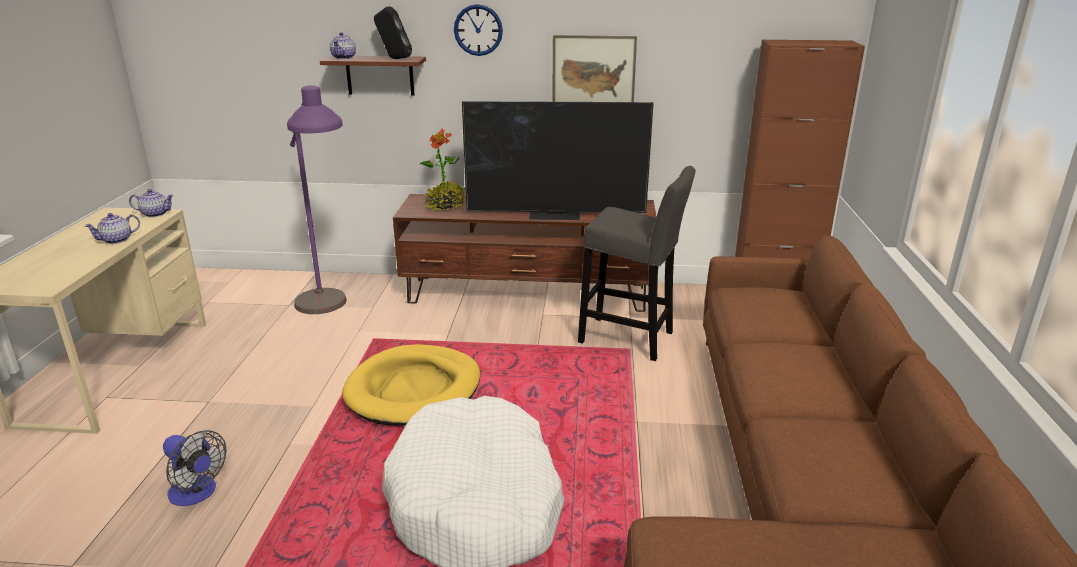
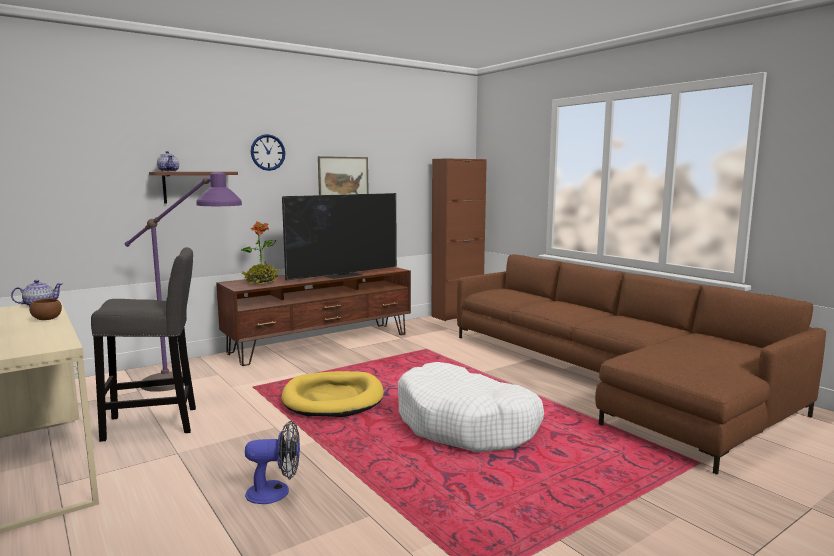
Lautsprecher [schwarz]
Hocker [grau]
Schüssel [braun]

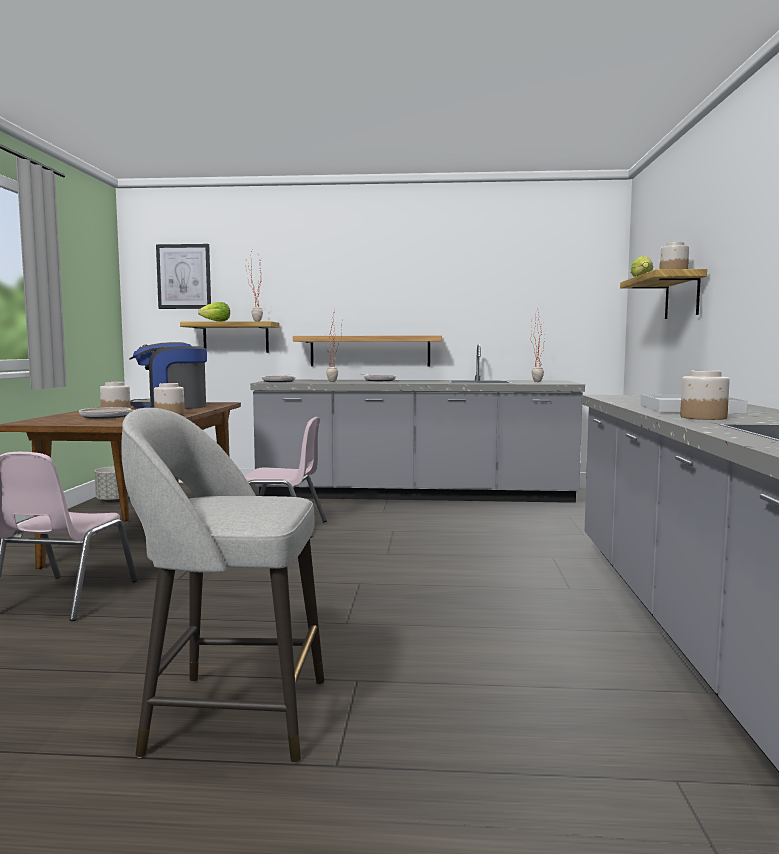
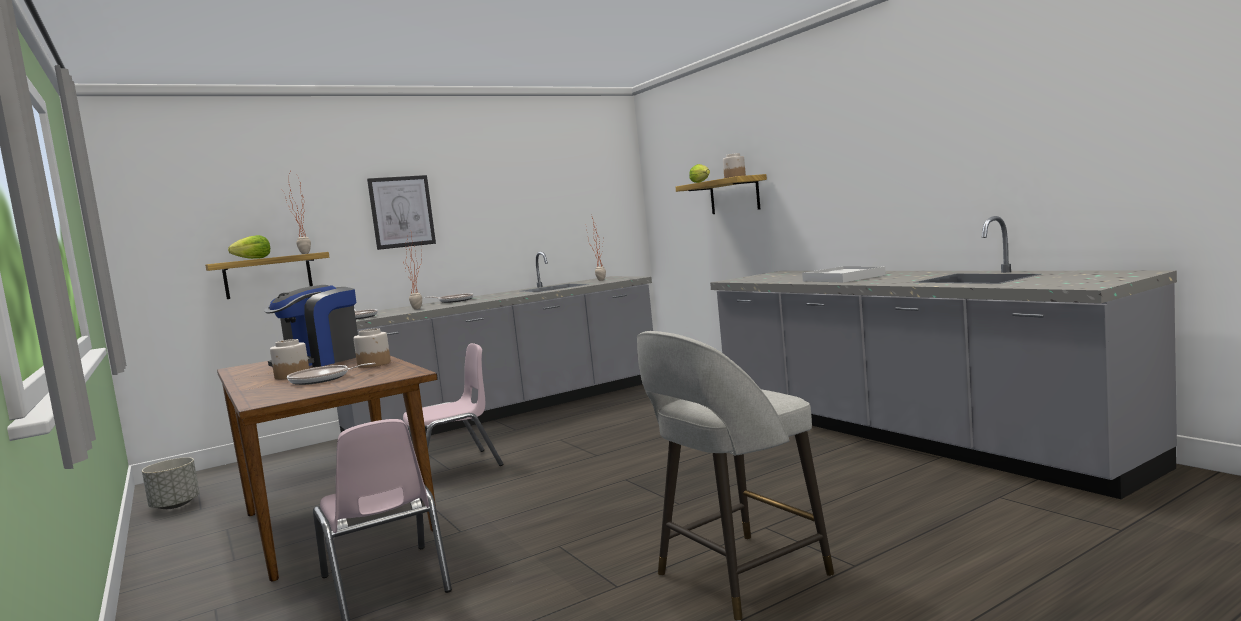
Bild
Wandregal (2nd from left in the first image)
Vorratsglas (4th from left in the first image)

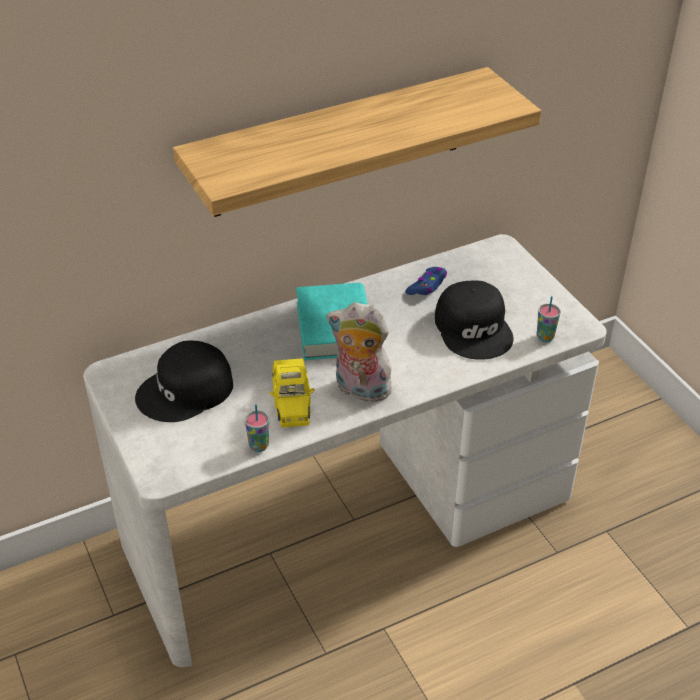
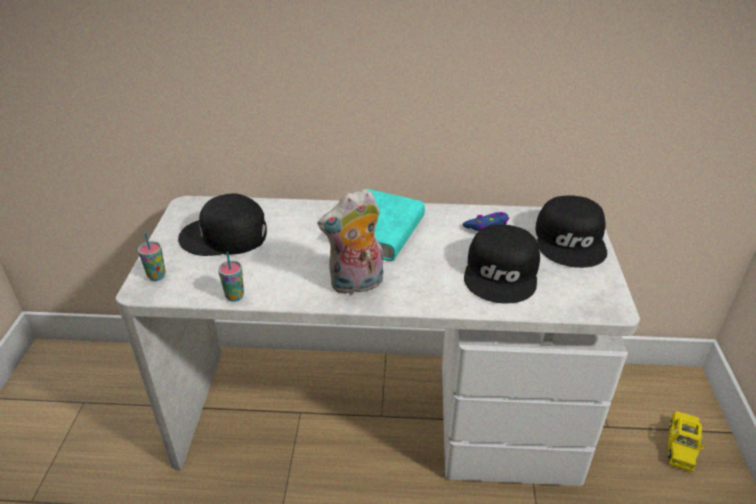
Wandregal
Tasse (1st from left)
Plüschtier
Spielzeugauto [gelb]
Kappe [schwarz] (3rd from left)

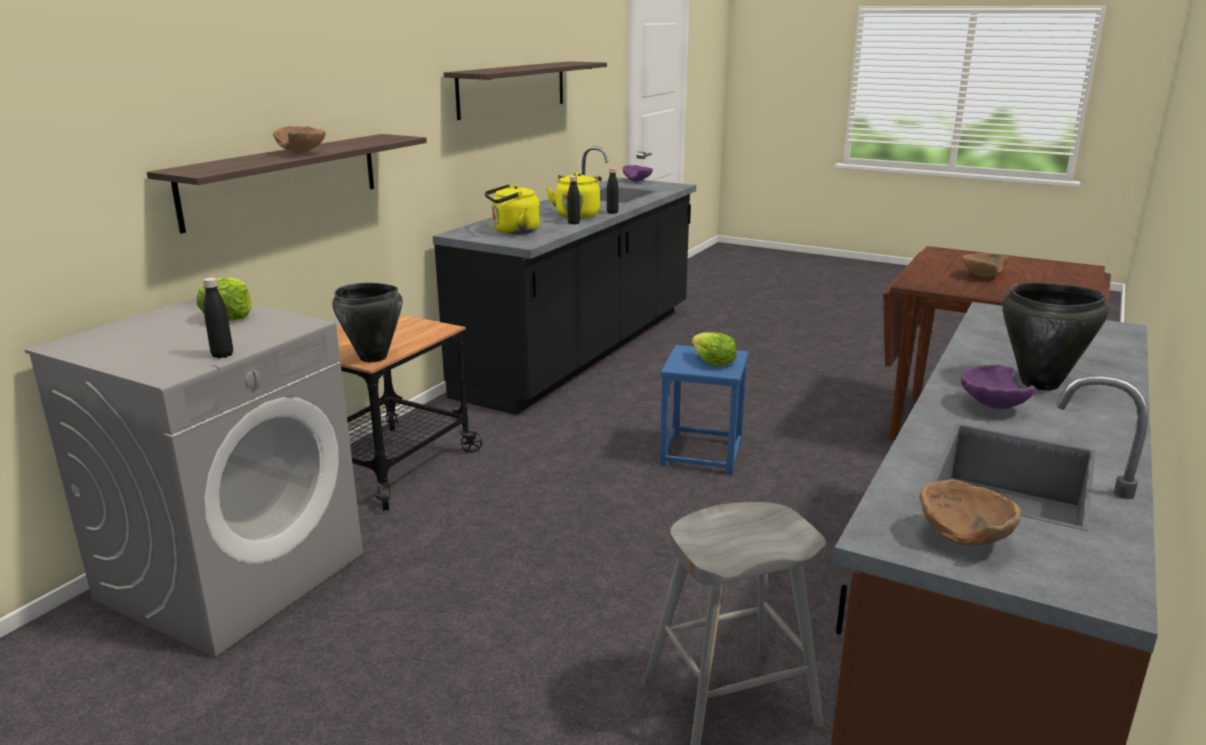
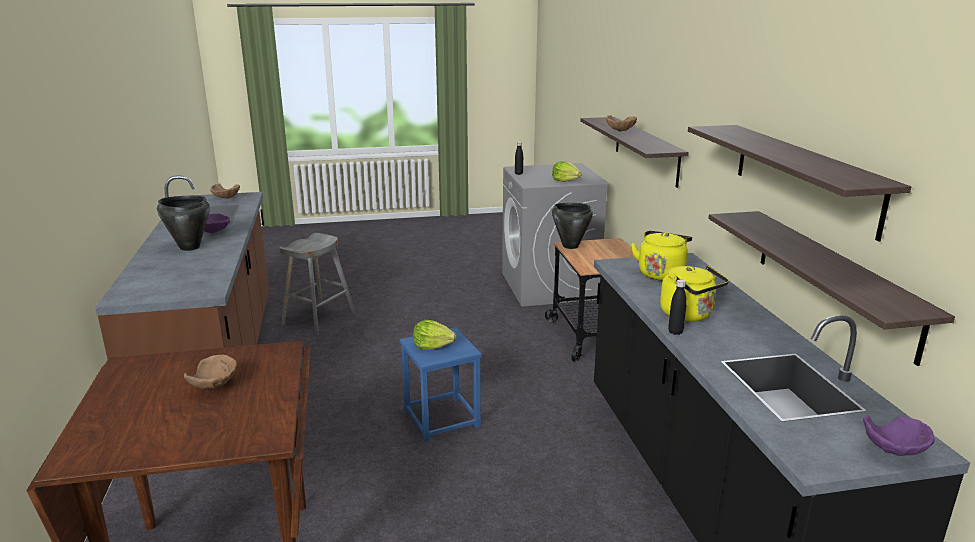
Flasche [schwarz] (2nd from left in the first image)
Wandregal (3rd from left)

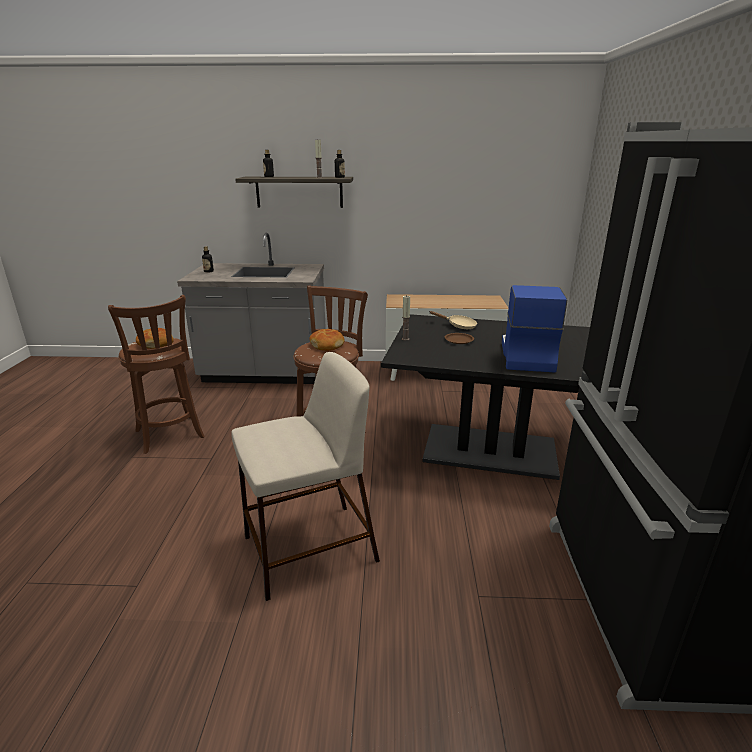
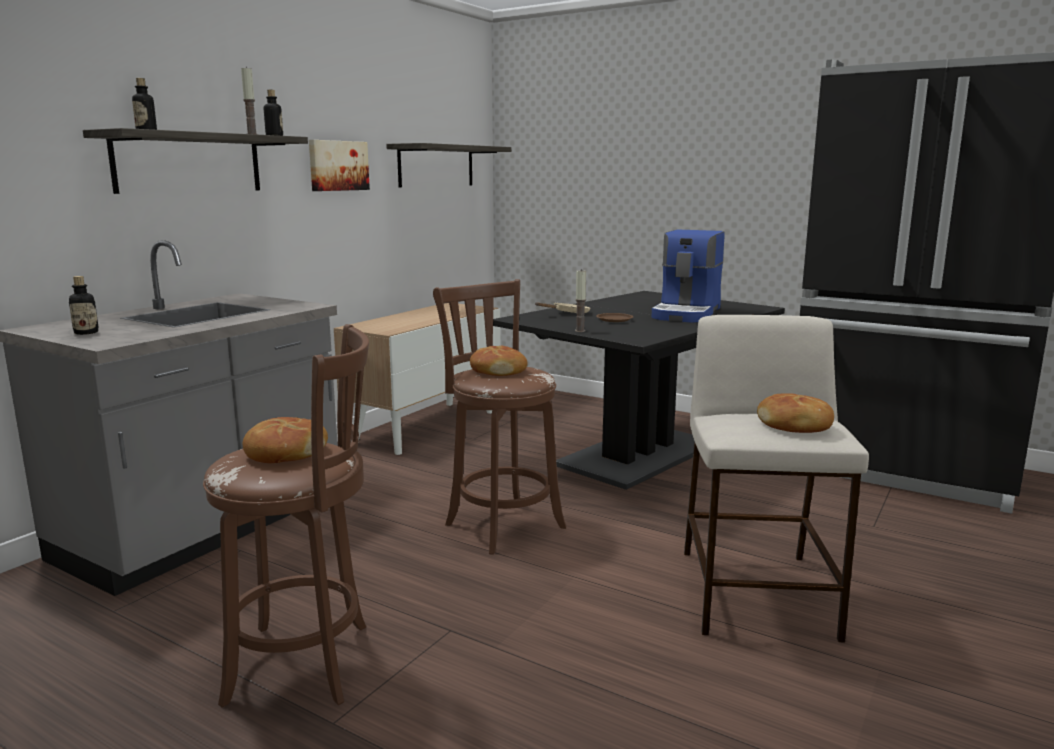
Kaffeemaschine
Bild
Wandregal (2nd from left)
Brot (3rd from left)

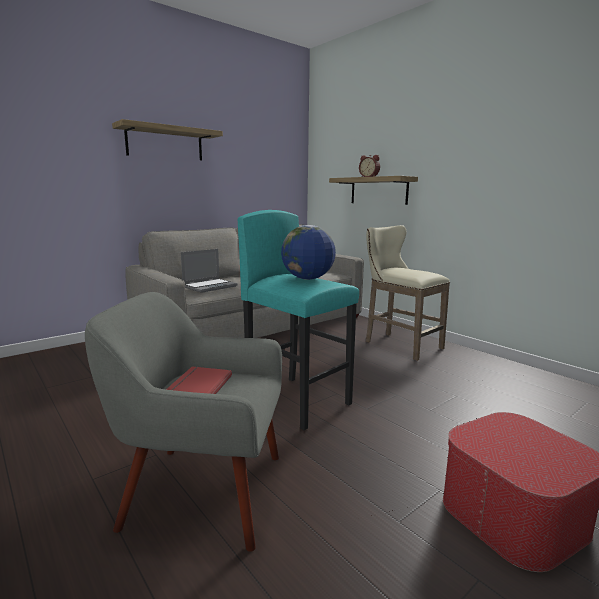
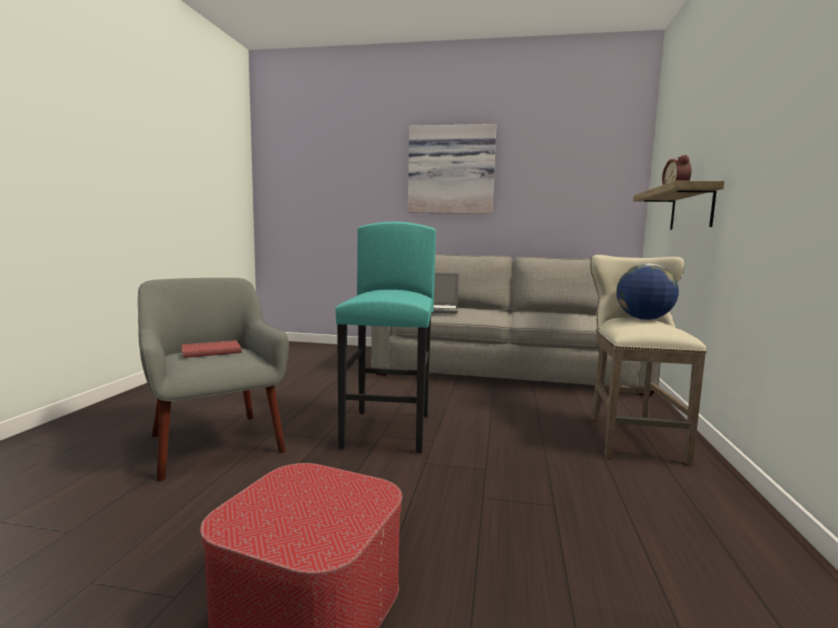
Bild
Globus

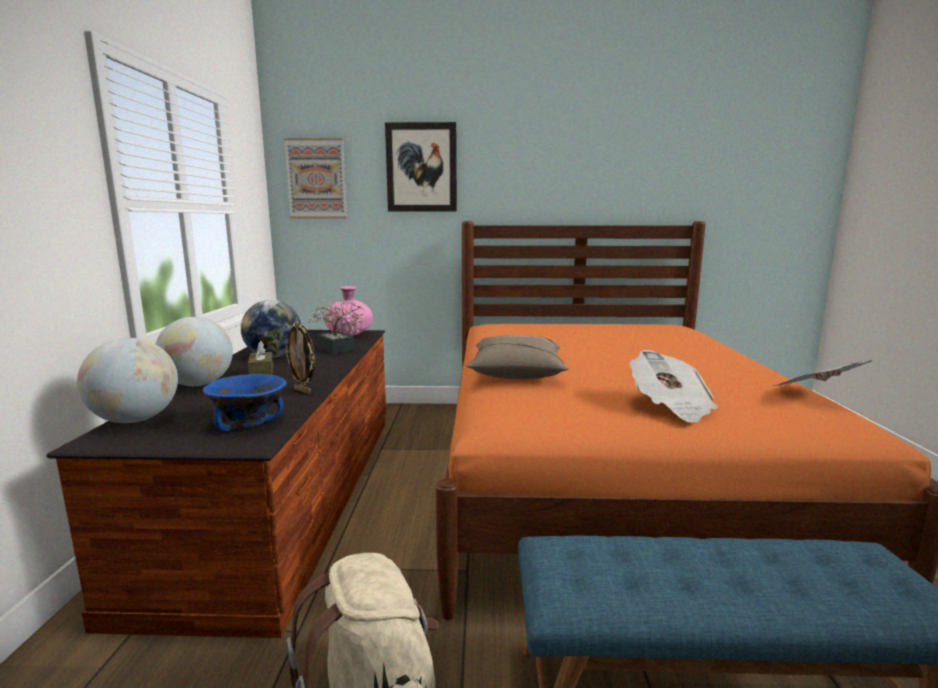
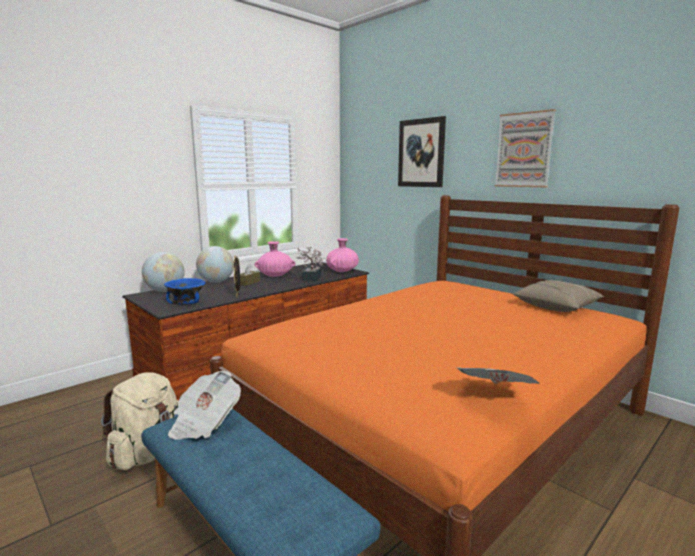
Bild (2nd from left)
Vase [rosa] (1st from left)
Kissen [beige]
Zeitung (1st from left)

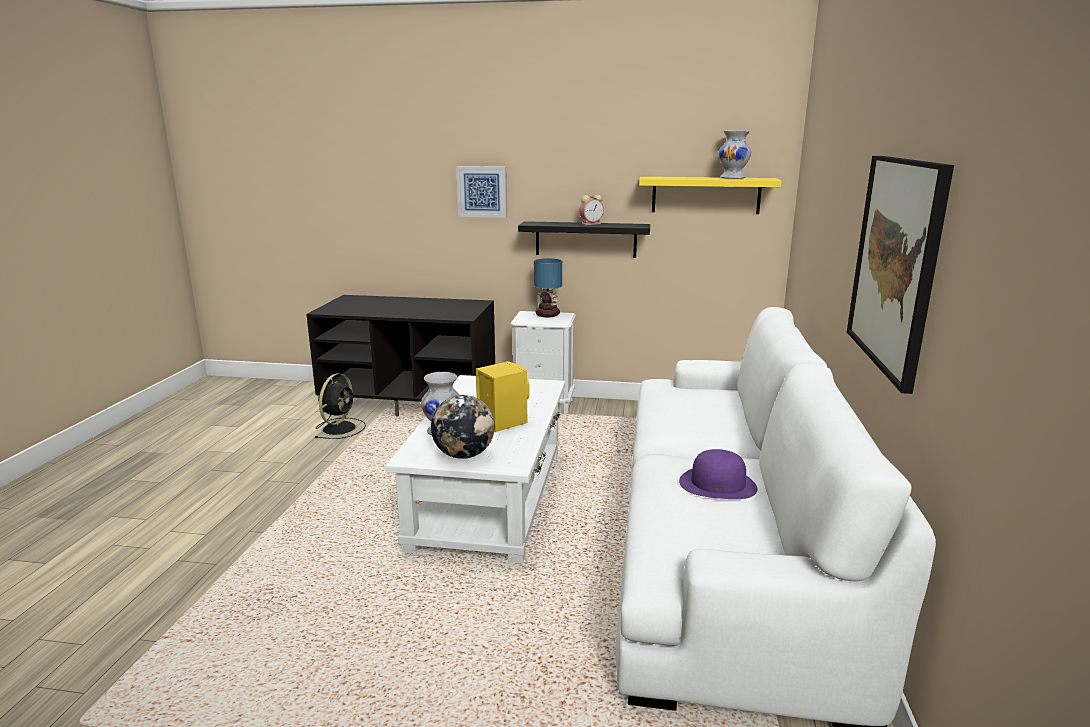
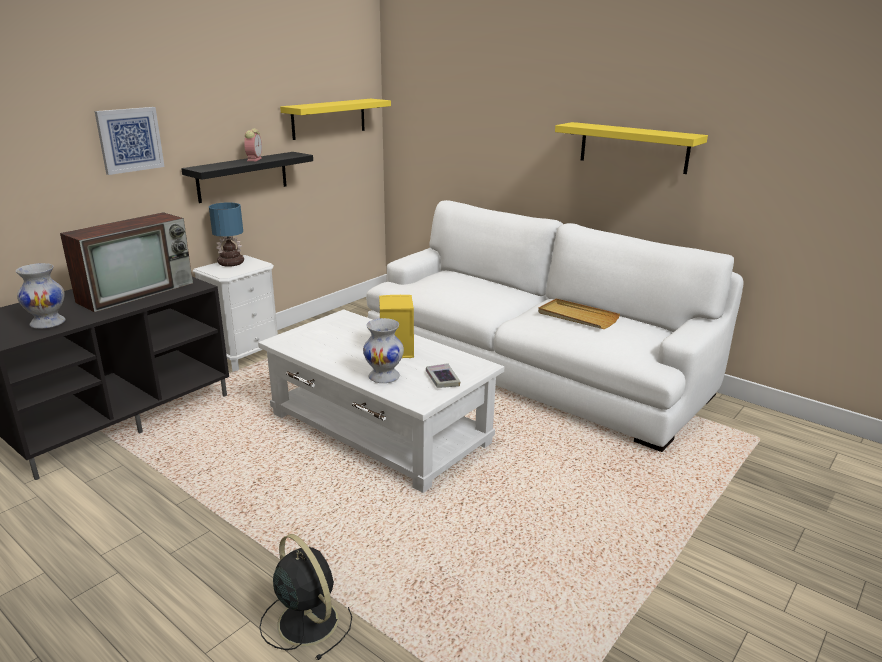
Vase [weiß] (1st from left)
Wandregal [gelb] (2nd from left)
Ventilator [schwarz]
Buch
Tablett [beige]
Fernseher

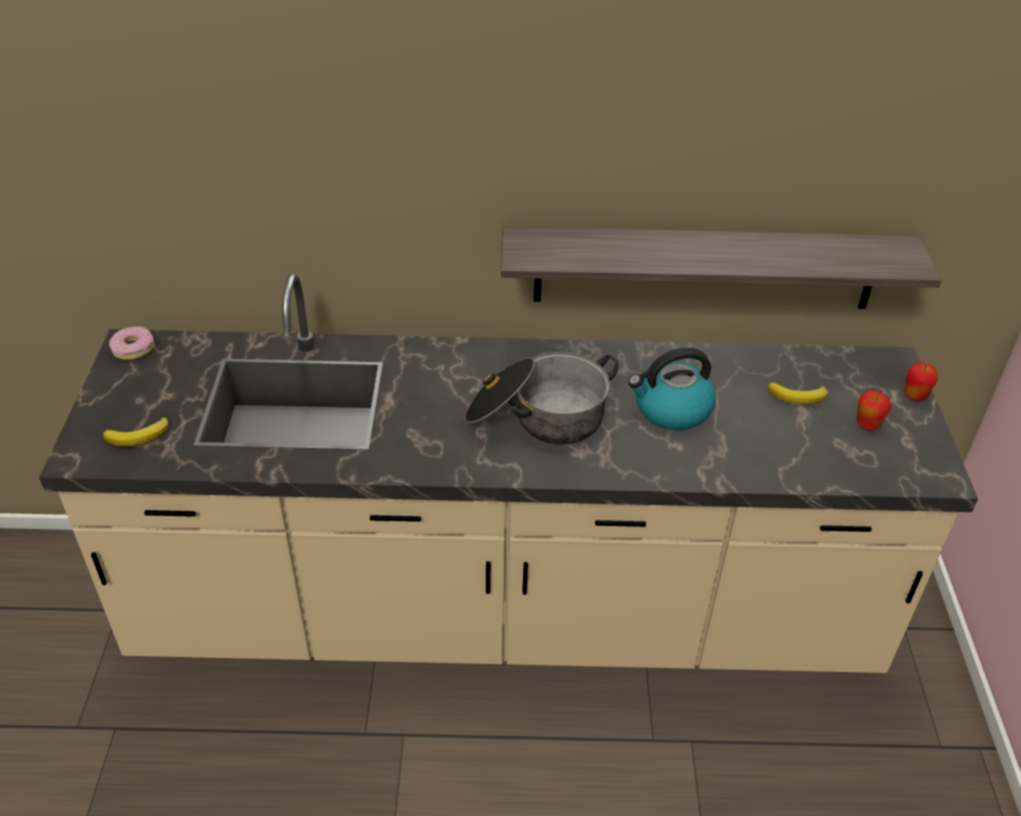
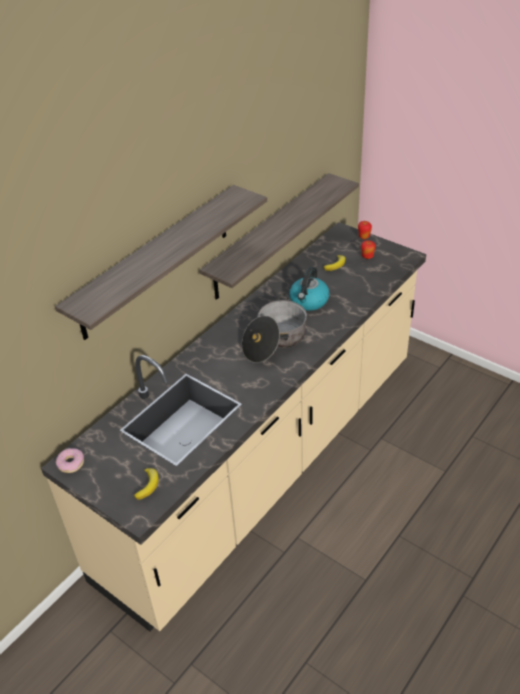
Wandregal (1st from left)

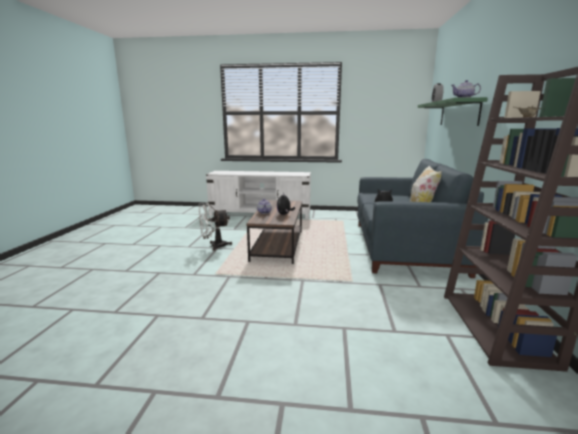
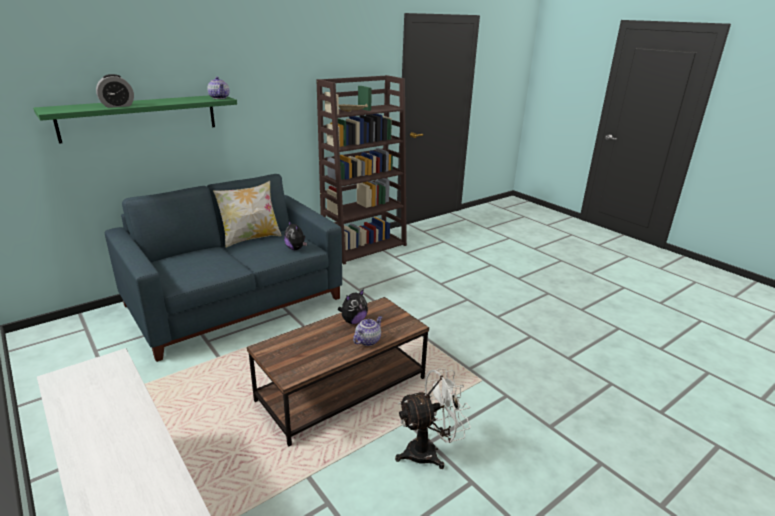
Ventilator [weiß]

